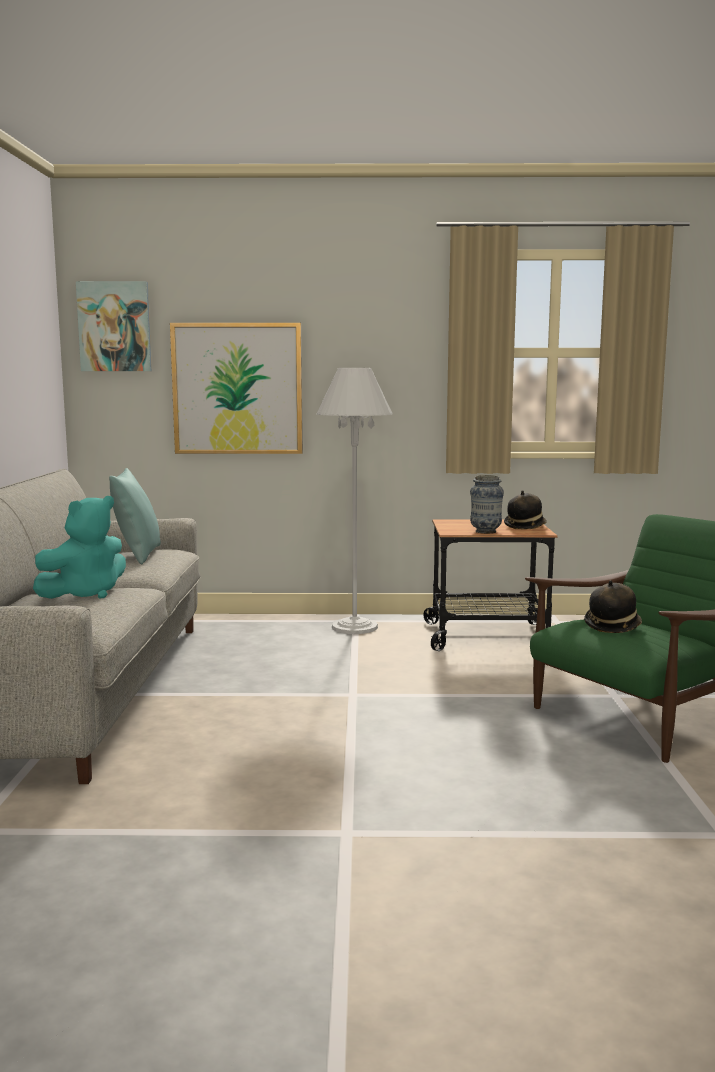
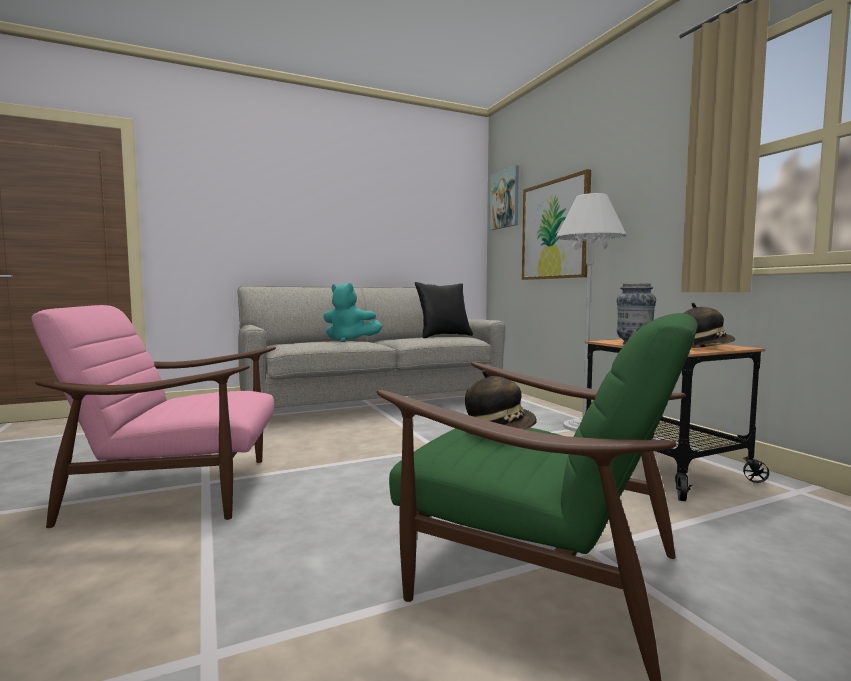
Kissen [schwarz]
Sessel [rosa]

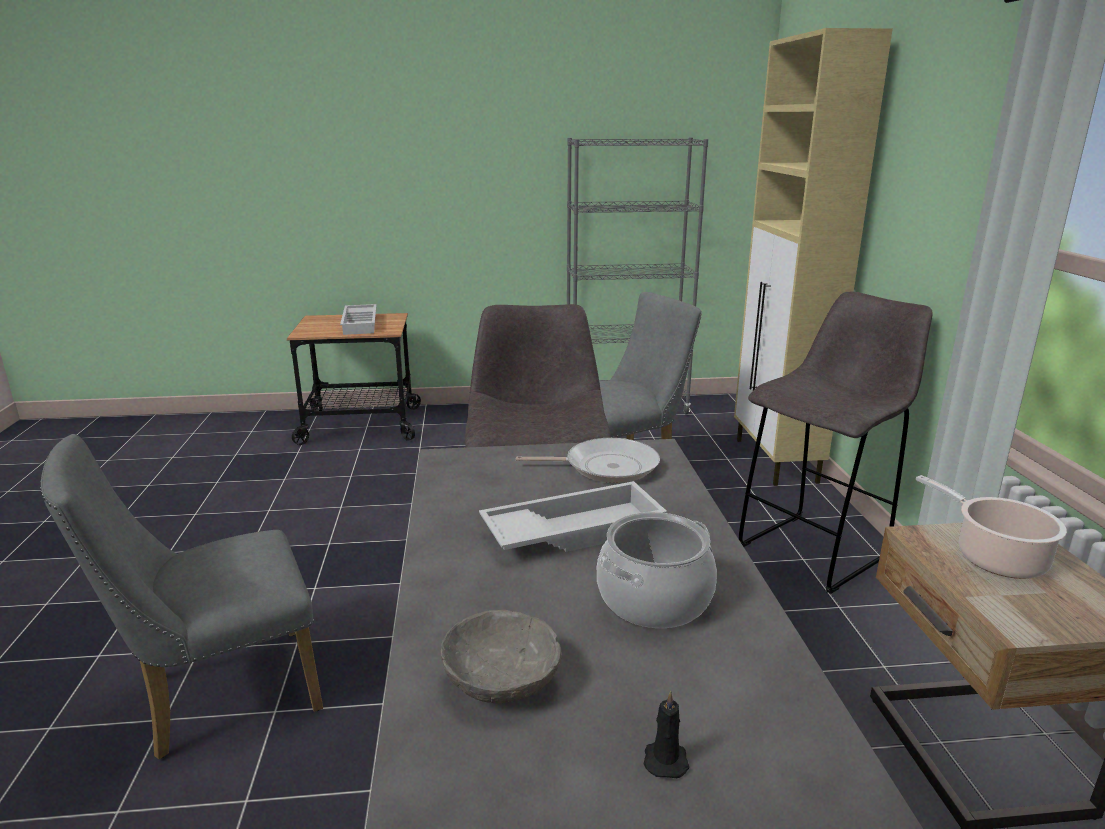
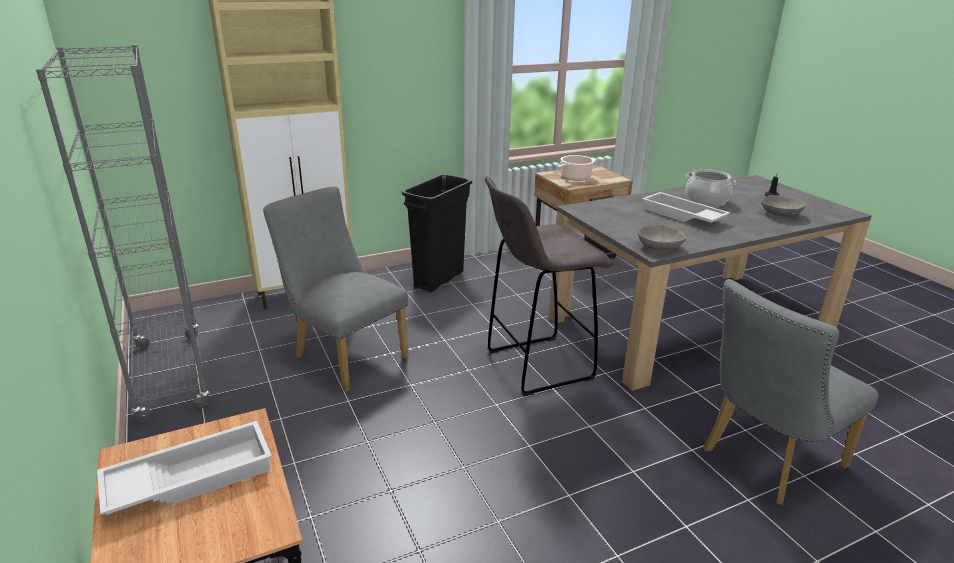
Mülleimer [schwarz]
Stuhl [grau] (2nd from left)
Pfanne
Schüssel [grau] (1st from left)

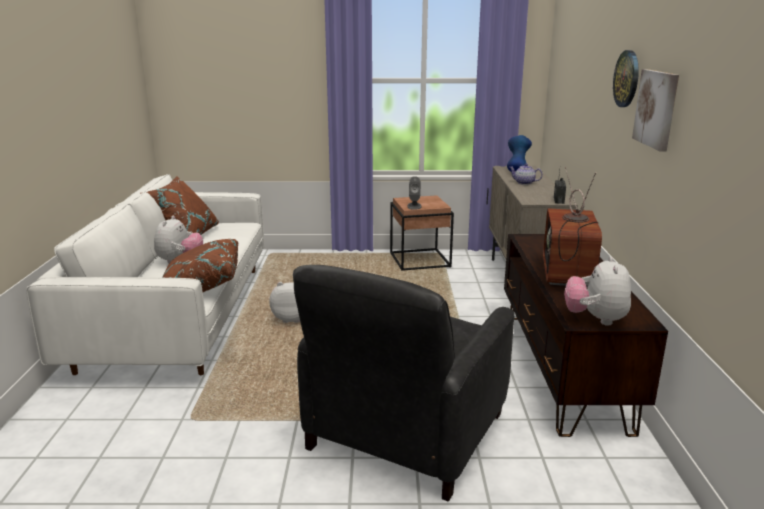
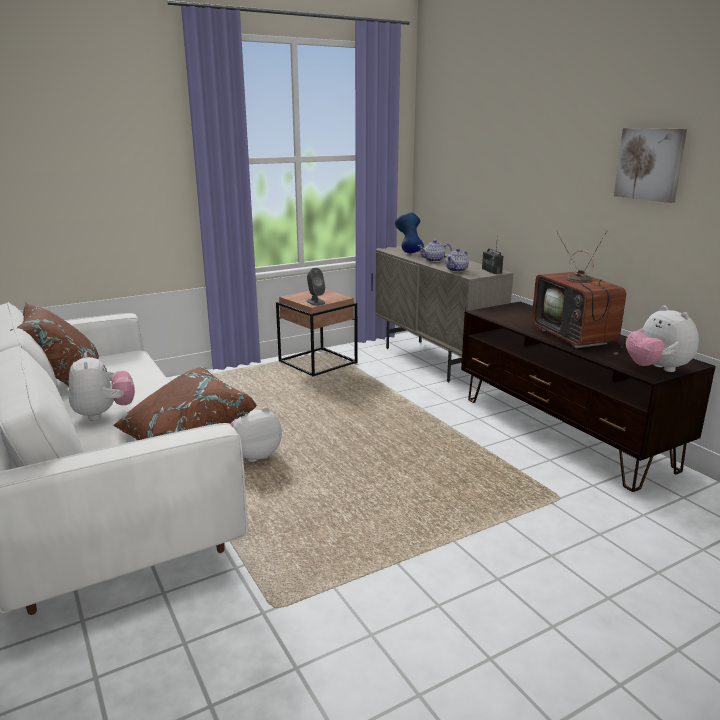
Wanduhr
Sessel [schwarz]
Teekanne (2nd from left)

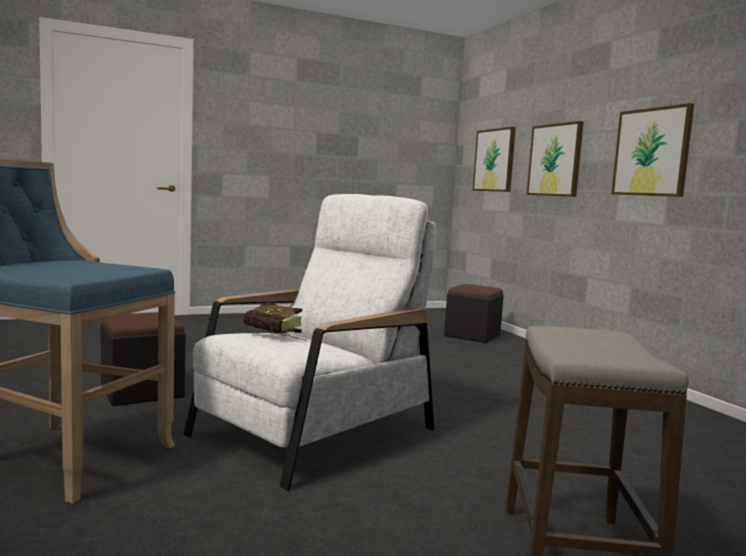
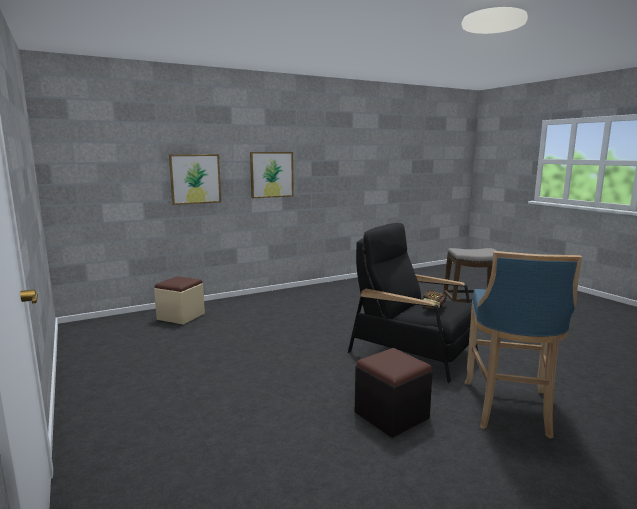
Bild (1st from left in the first image)
Sessel [schwarz]
Polsterhocker [beige]

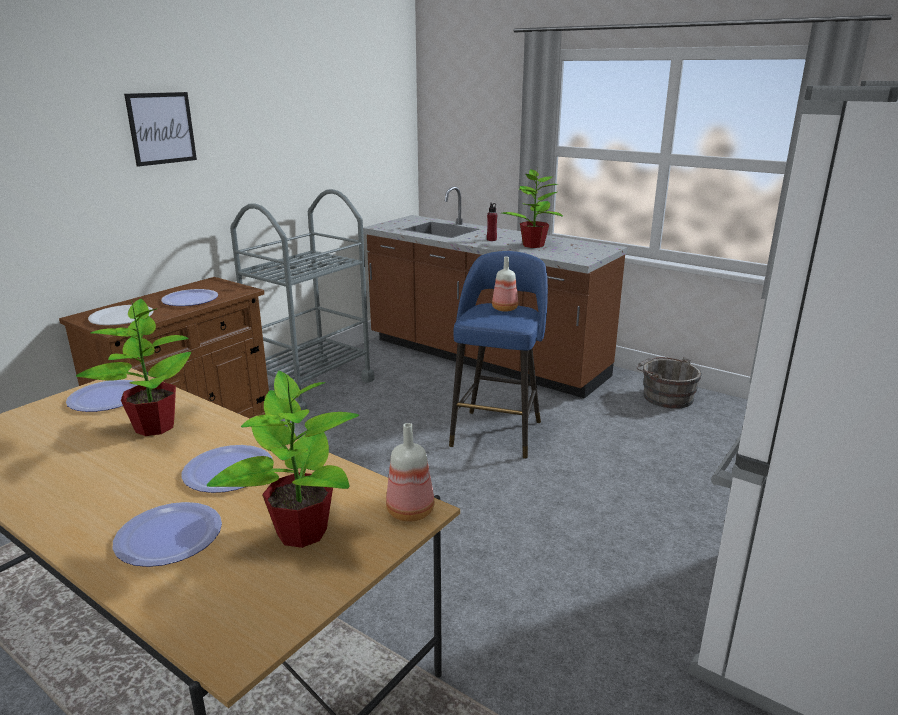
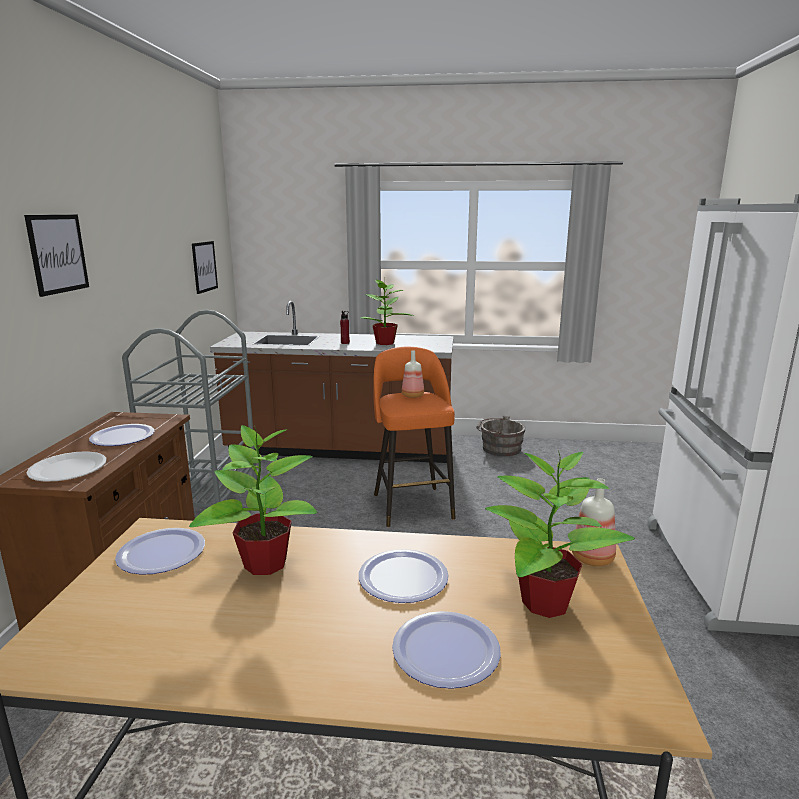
Hocker [orange]
Bild (2nd from left)

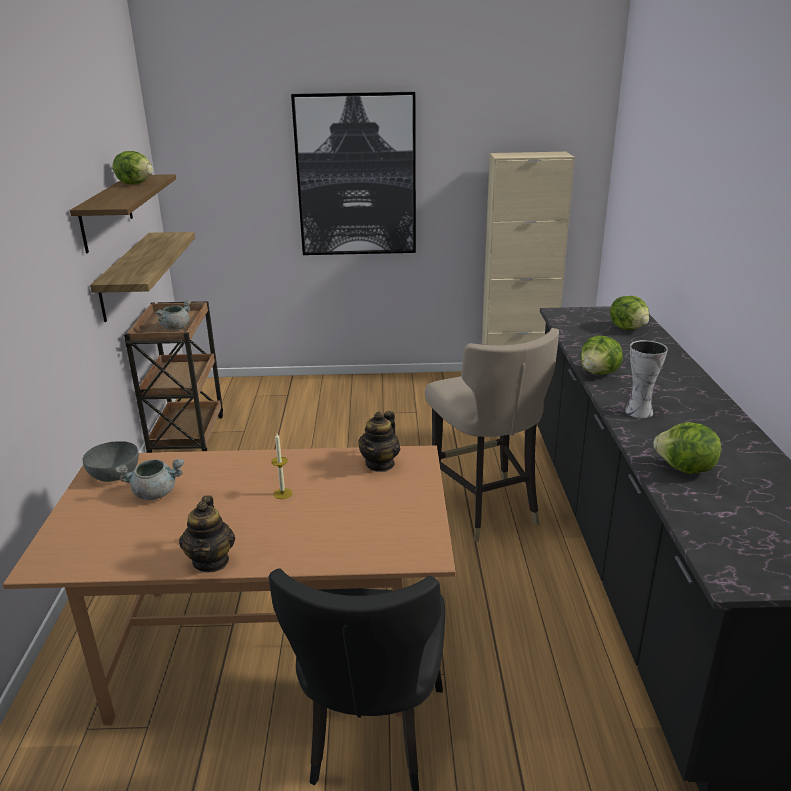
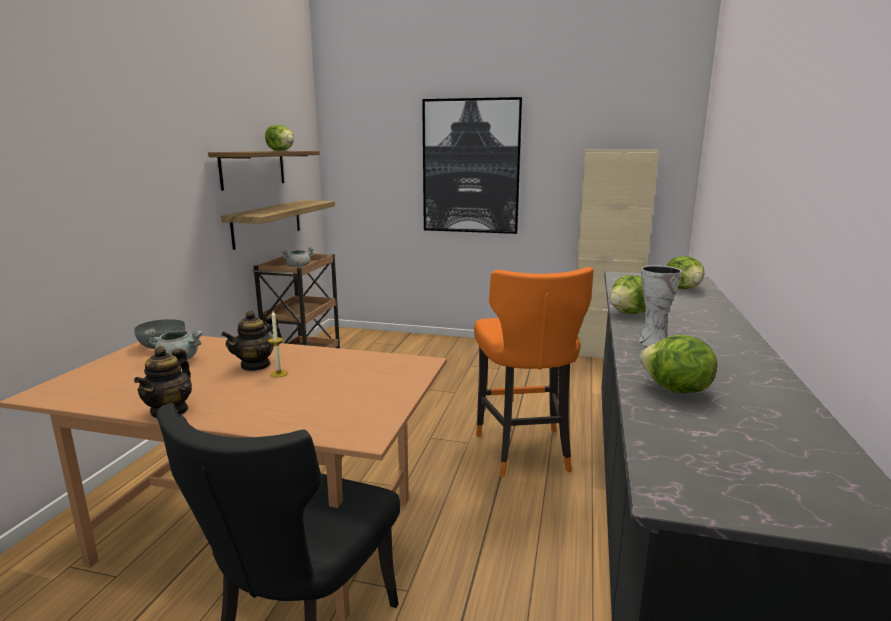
Hocker [orange]
Teekanne (2nd from left)

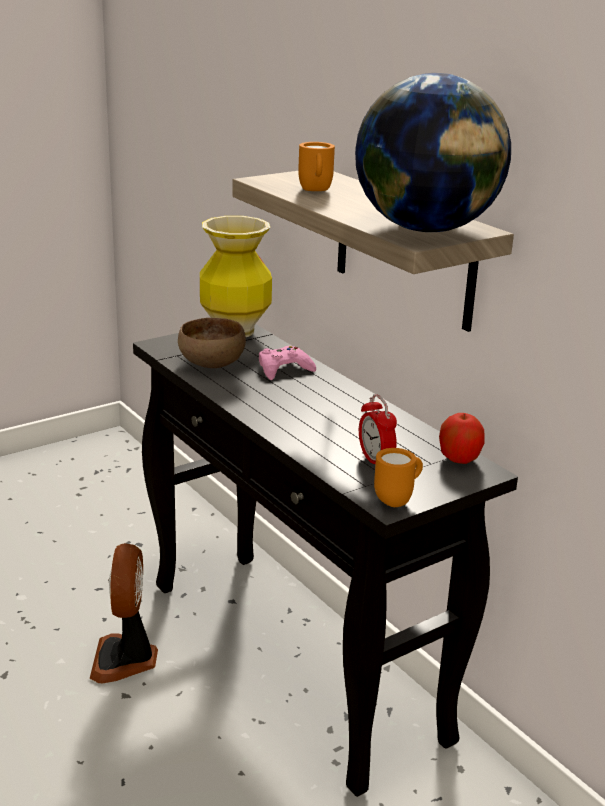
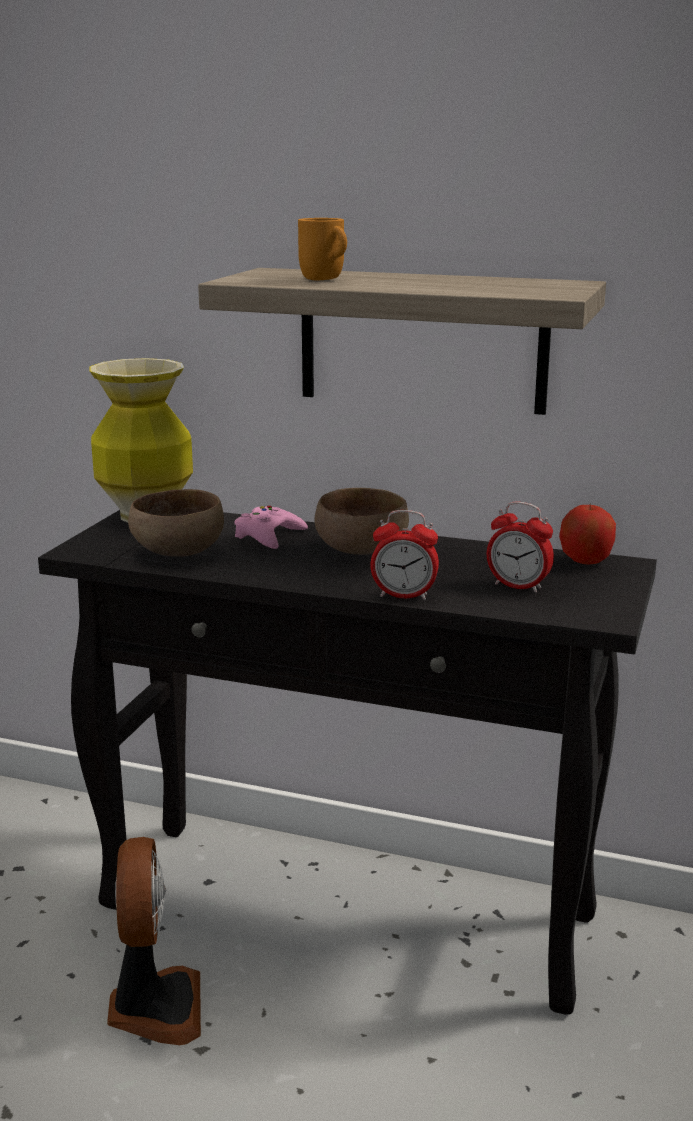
Globus
Henkelbecher [orange] (2nd from left in the first image)
Ventilator
Schüssel [braun] (2nd from left)
Wecker (1st from left)

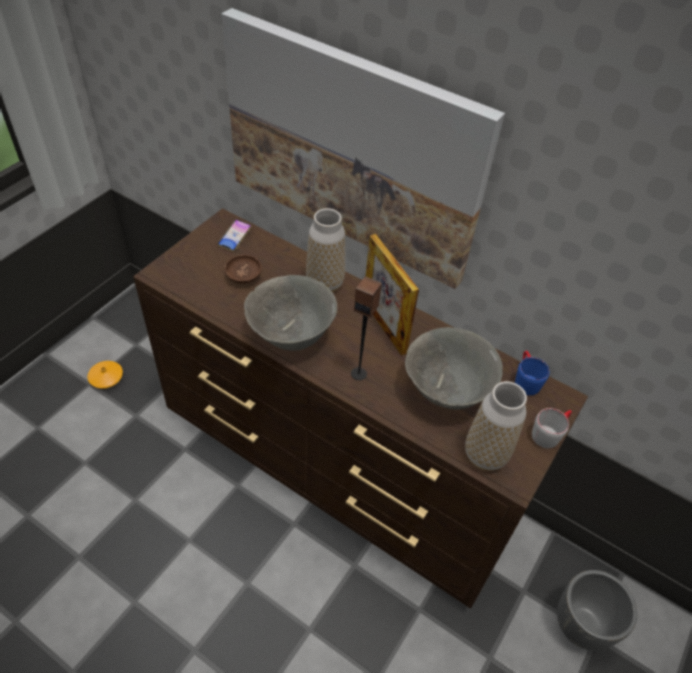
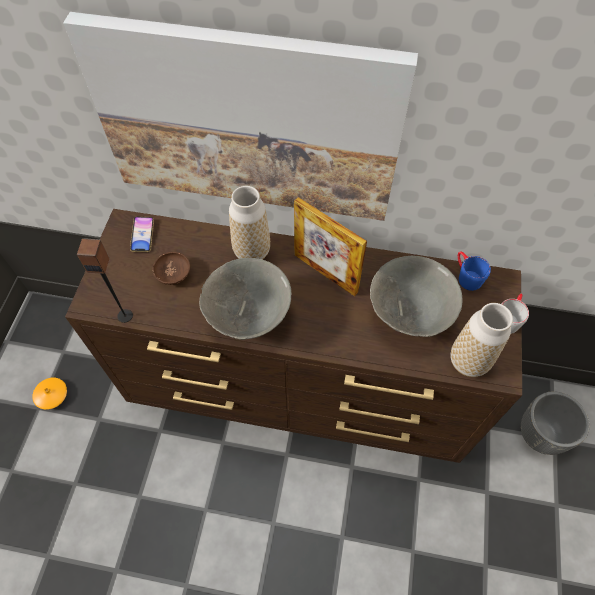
Lautsprecher

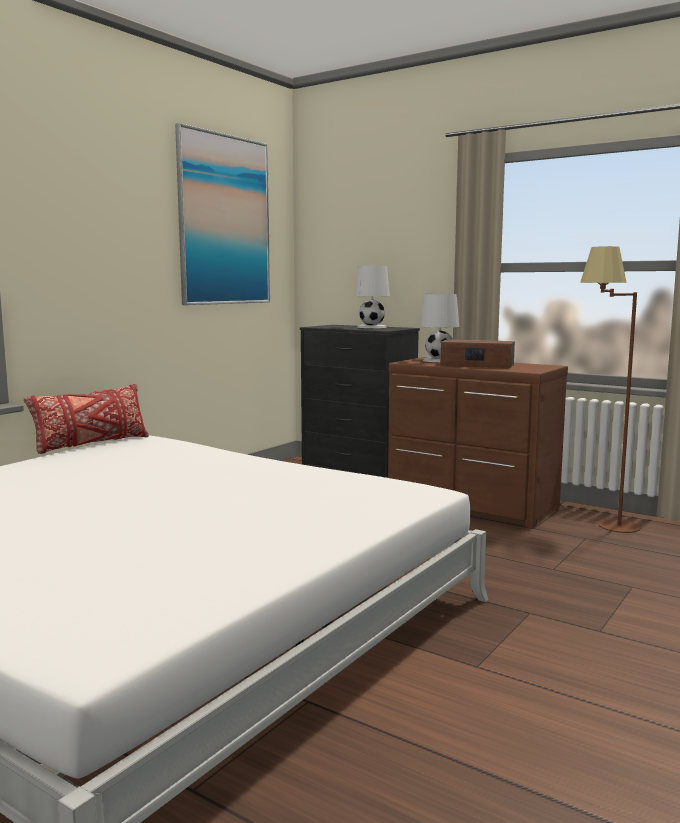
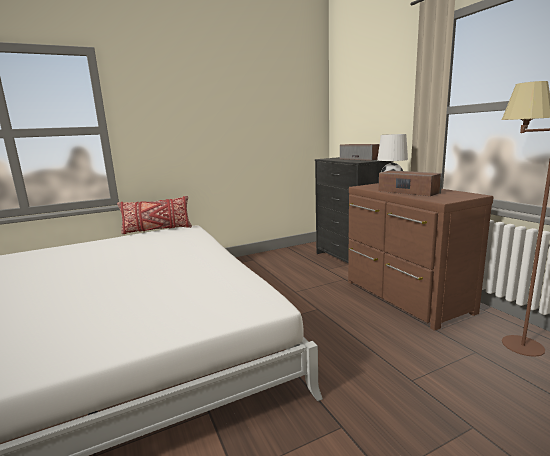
Bild
Lautsprecher (1st from left)

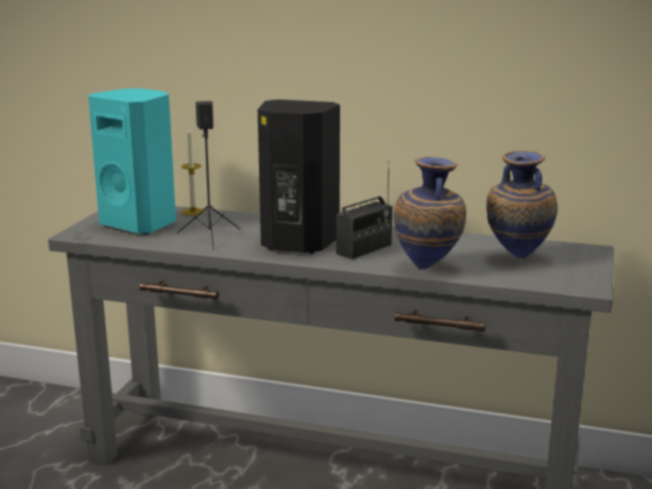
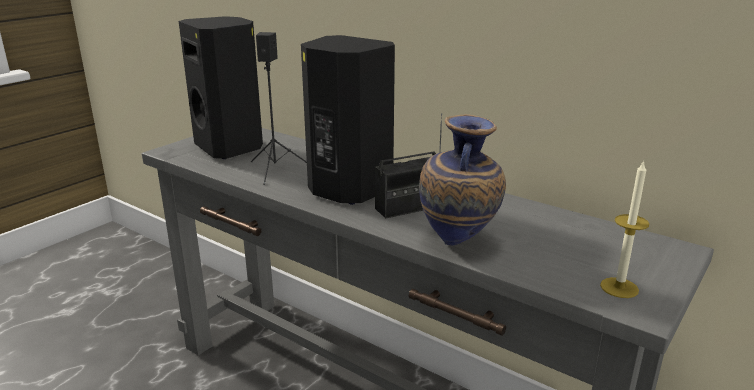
Lautsprecher [schwarz] (1st from left)
Kerze
Vase (2nd from left in the first image)

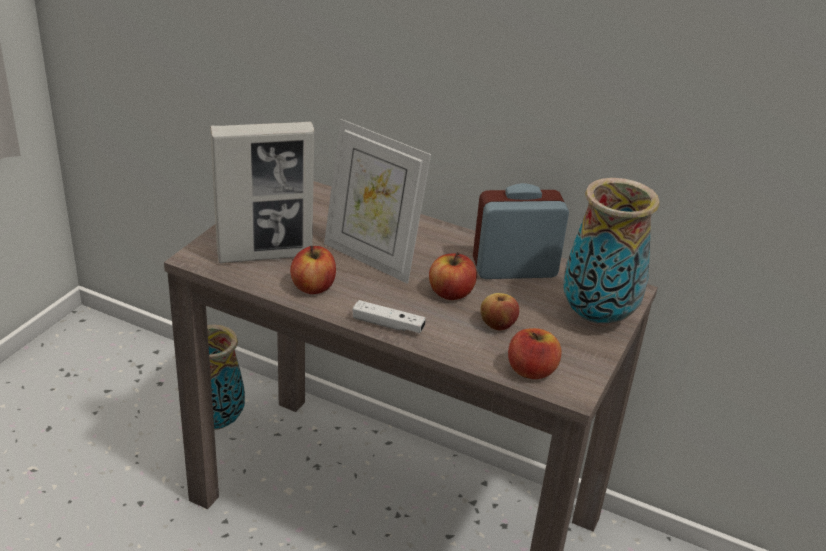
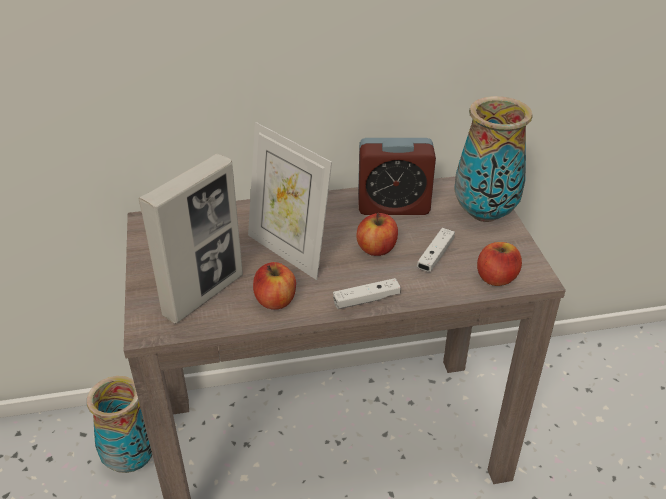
Bilderrahmen (2nd from left)
Wecker
Gamepad [weiß] (2nd from left)

